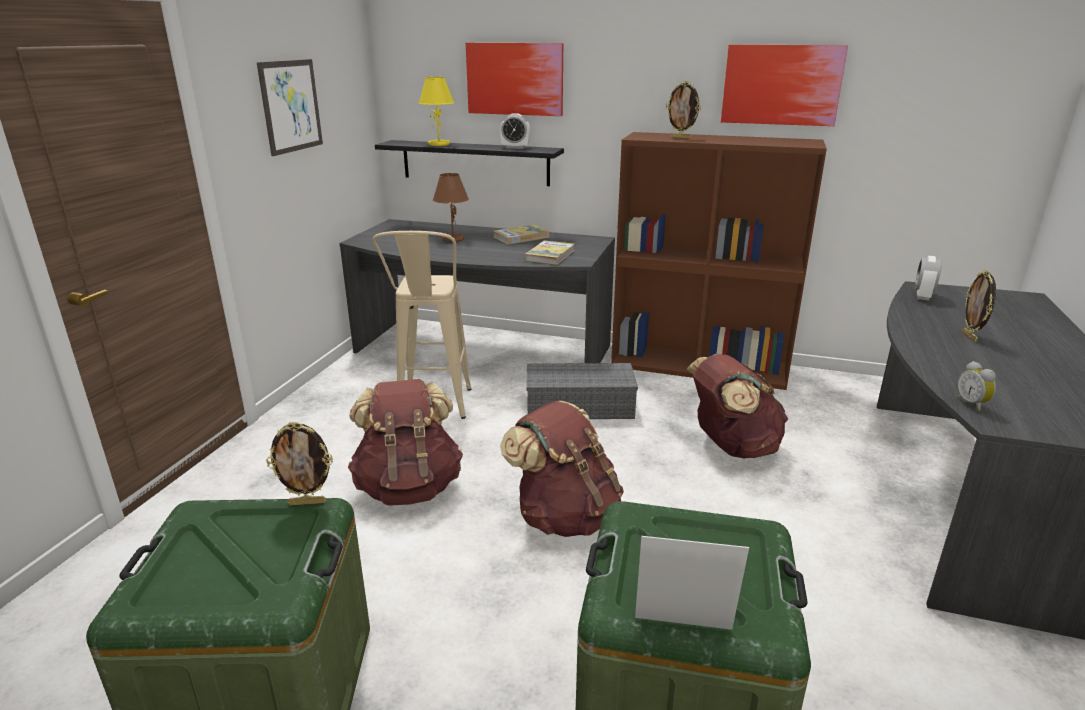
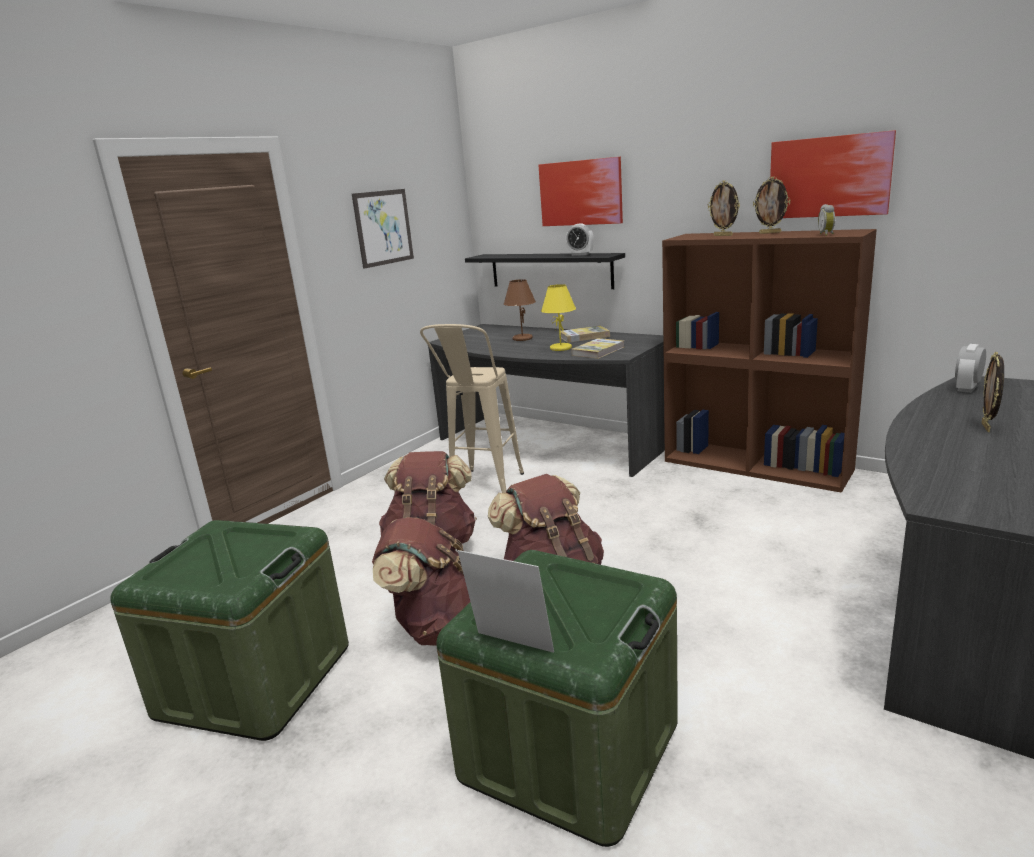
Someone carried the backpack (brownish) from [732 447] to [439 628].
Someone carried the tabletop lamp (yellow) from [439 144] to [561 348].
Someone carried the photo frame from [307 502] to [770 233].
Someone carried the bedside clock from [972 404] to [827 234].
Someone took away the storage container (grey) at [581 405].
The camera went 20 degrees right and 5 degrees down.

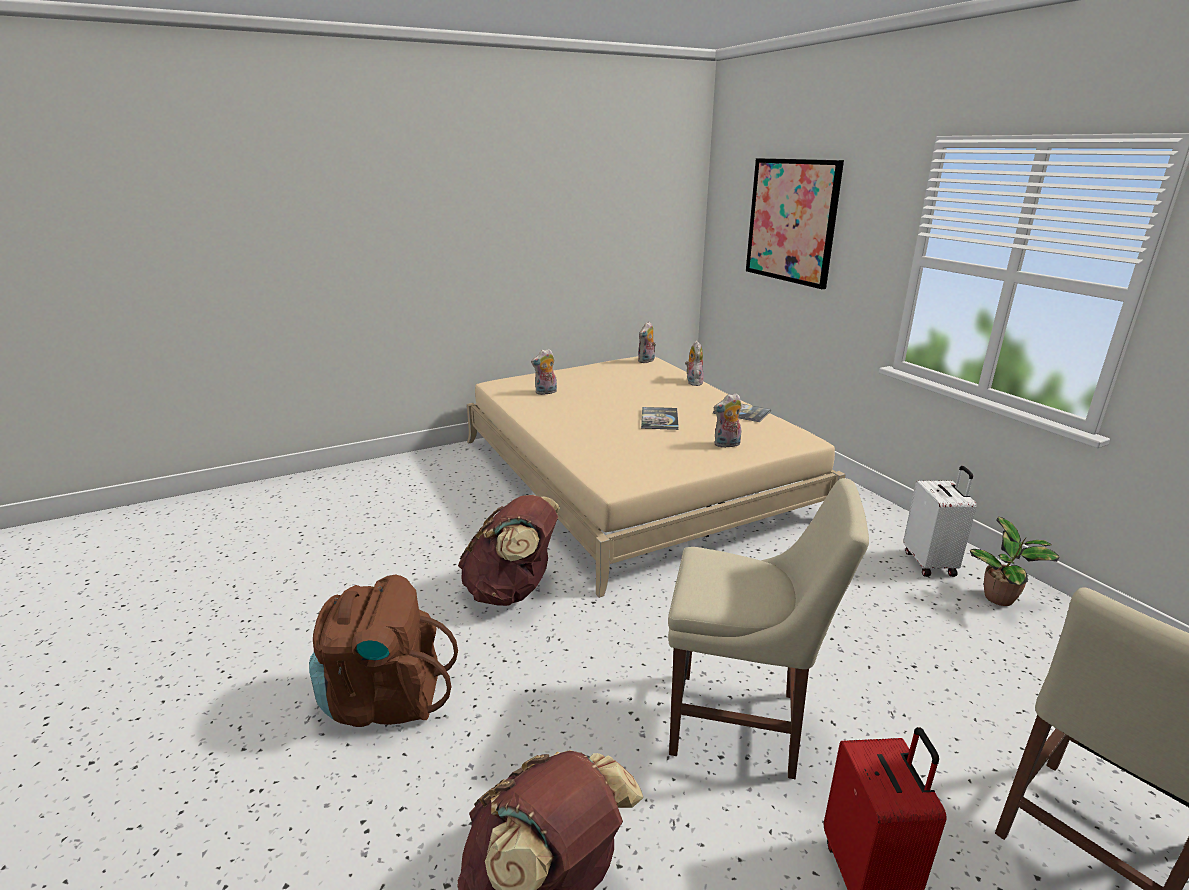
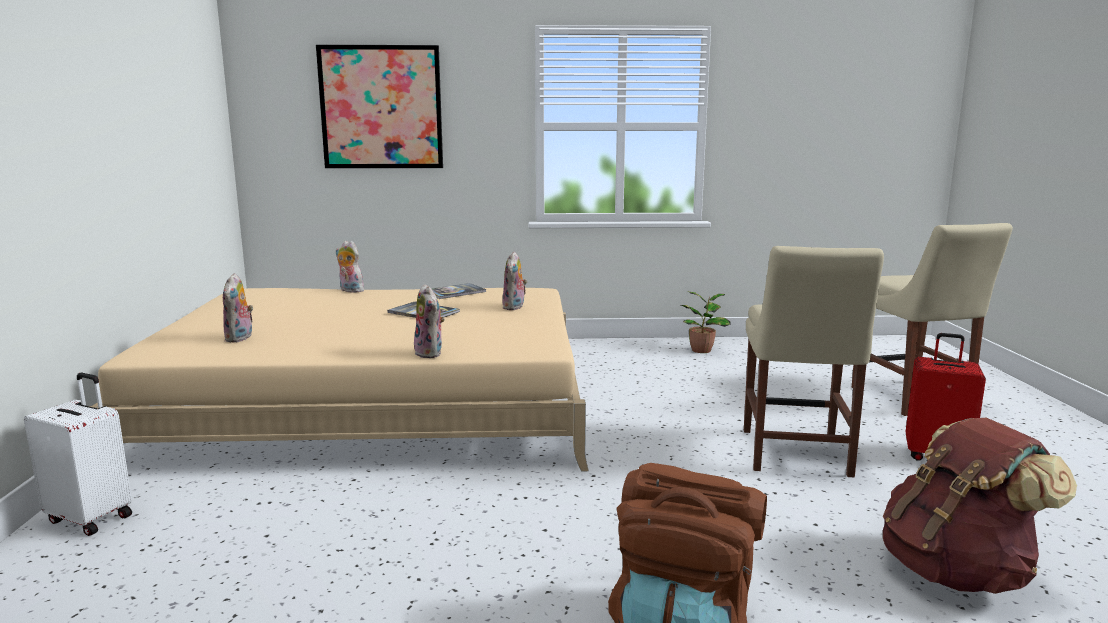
Someone carried the travel case (whitish) from [930 563] to [92 518].
Someone carried the cuddly toy from [646 361] to [431 353].
Someone rotated the plain chair (sand-coloured) at [742 724] by 150 degrees clockwise.
Someone took away the backpack (brownish) at [512 591].
The camera went 65 degrees left and 10 degrees down.

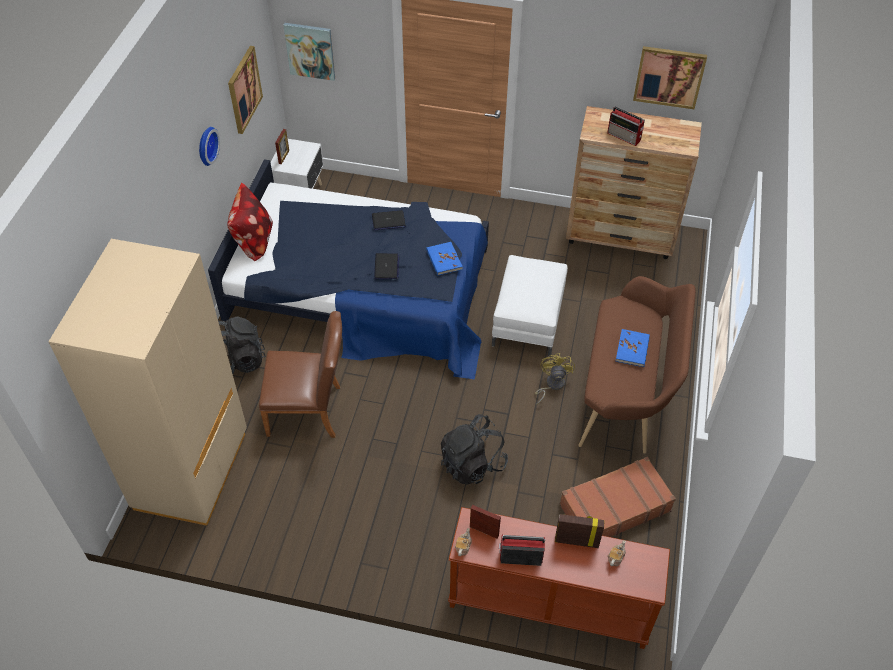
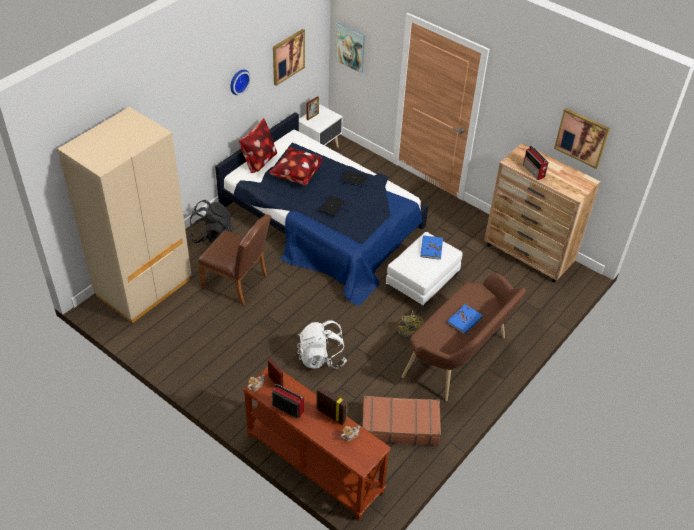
Someone put down the cushion at [296 175].
Someone repainted the backpack (black) at [472 464], which became the backpack (whitish) at [321 357].
Someone rotated the electric fan (yellow) at [552 385] by 135 degrees clockwise.
Someone carried the bound book (bluish) from [444 260] to [431 248].
The camera went 25 degrees right and 5 degrees down.

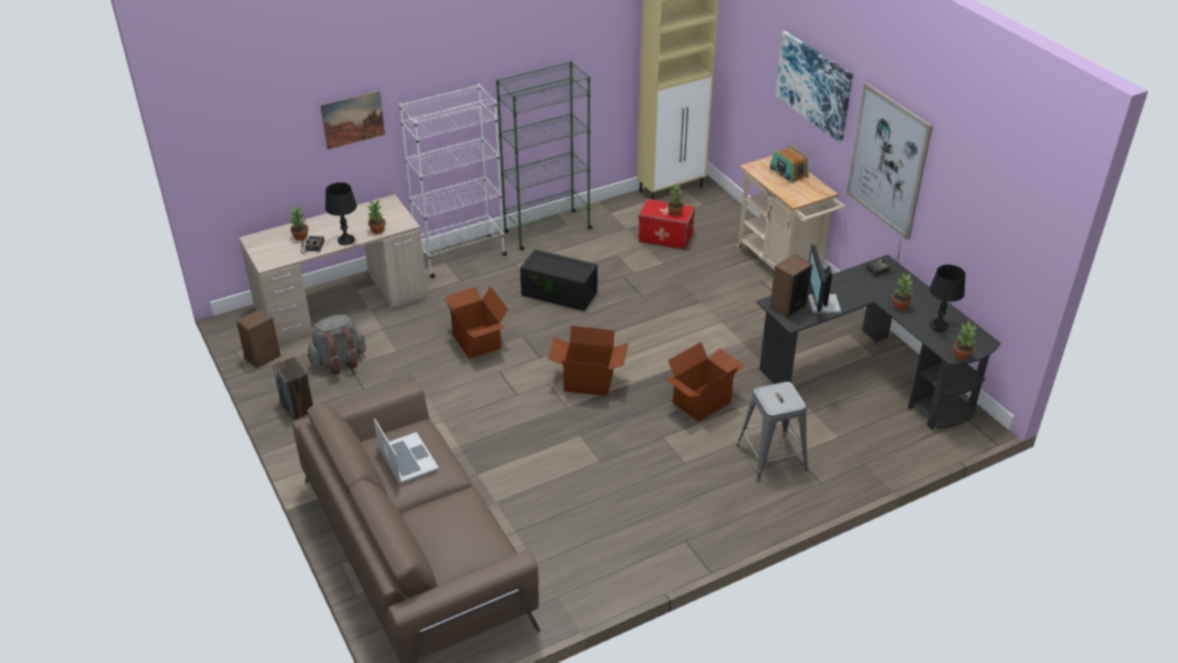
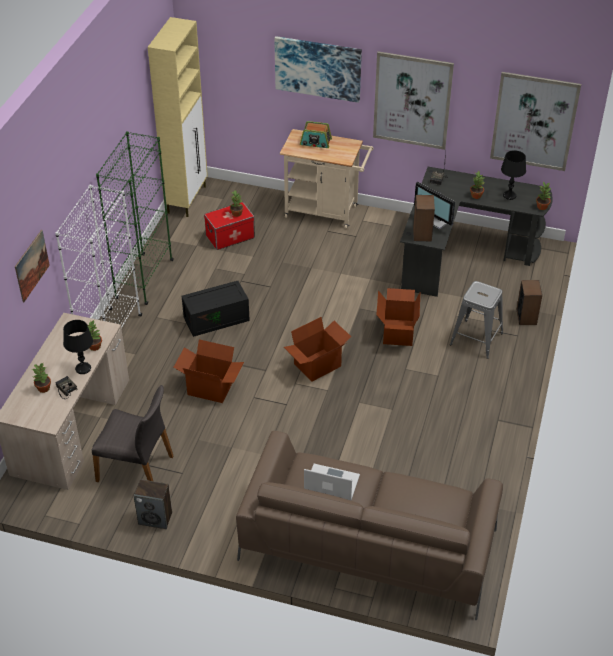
Someone swapped the backpack (grey) at [339 362] for the plain chair (grey) at [136 468].
Someone put up the wall picture at [534 121].
Someone carried the loudspeaker from [263 357] to [526 317].
The camera went 45 degrees left and 5 degrees up.

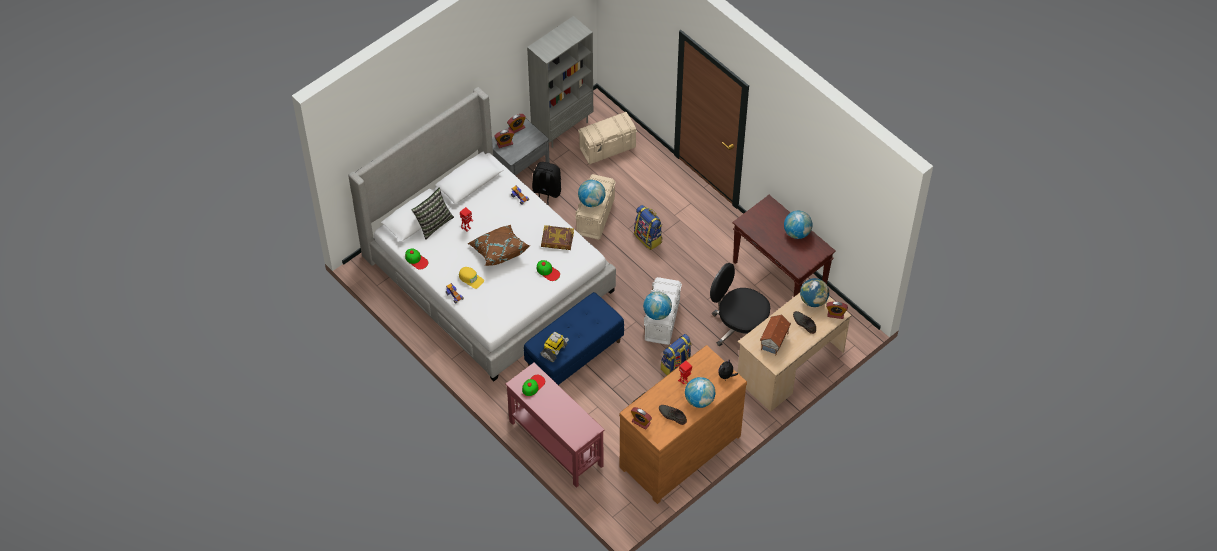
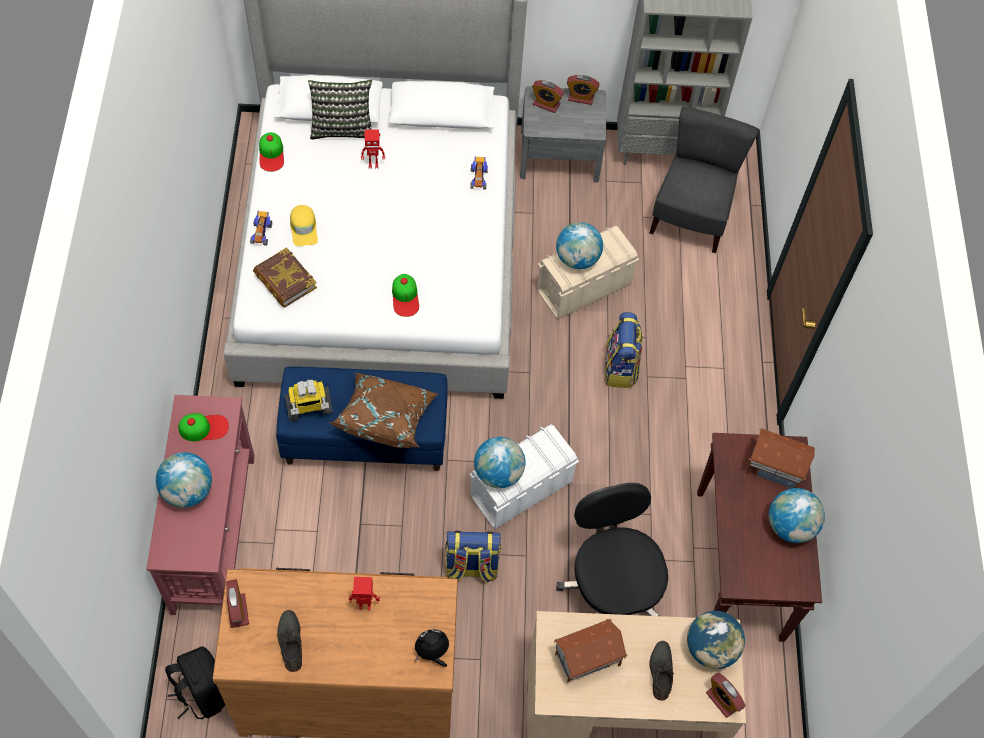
Someone carried the globe from [699 400] to [188 491].
Someone carried the backpack (black) from [546 192] to [202 692].
Someone carried the bound book from [557 240] to [285 281].
Someone carried the cushion (brownish) from [498 251] to [386 417].
Someone swapped the storage container (sand-coloured) at [608 148] for the plain chair (grey) at [691 217].
Someone put down the model house at [775 467].
The camera went 40 degrees right and 5 degrees up.

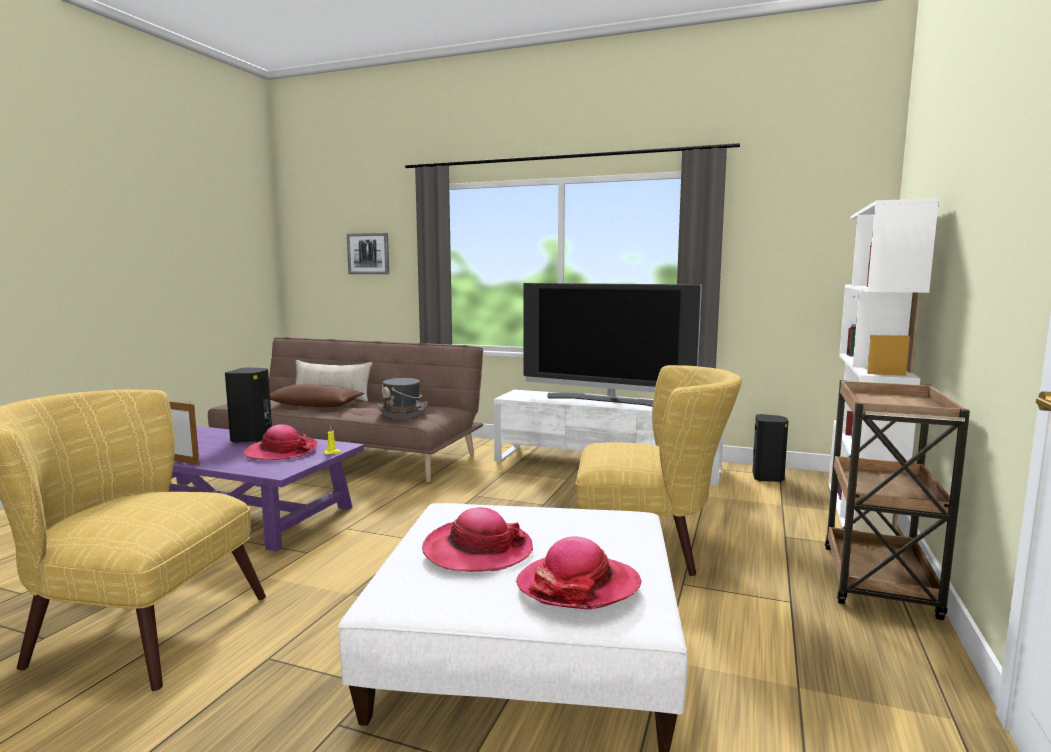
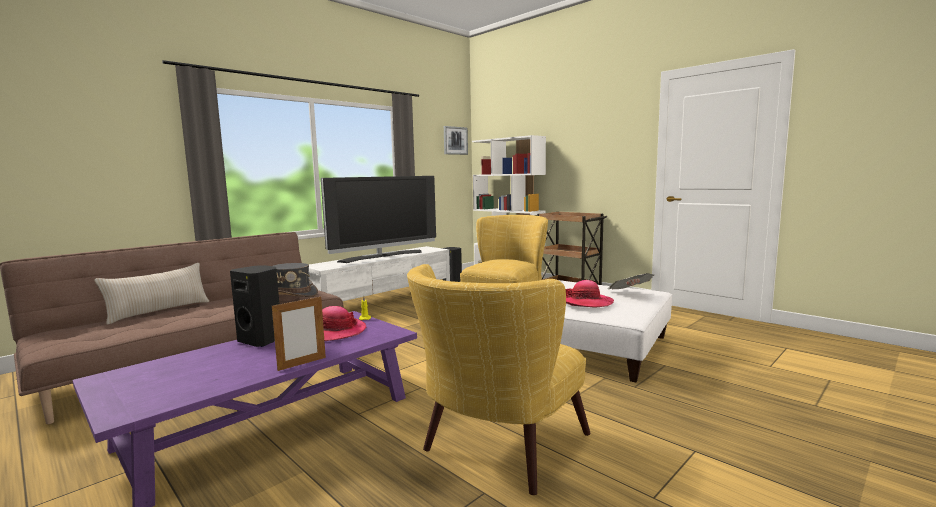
Someone carried the wall picture from [368 253] to [455 140].
Someone swapped the hat at [578 586] for the newspaper at [629 293].
Someone took away the cushion (brownish) at [314 405].
The camera went 65 degrees left and 0 degrees up.

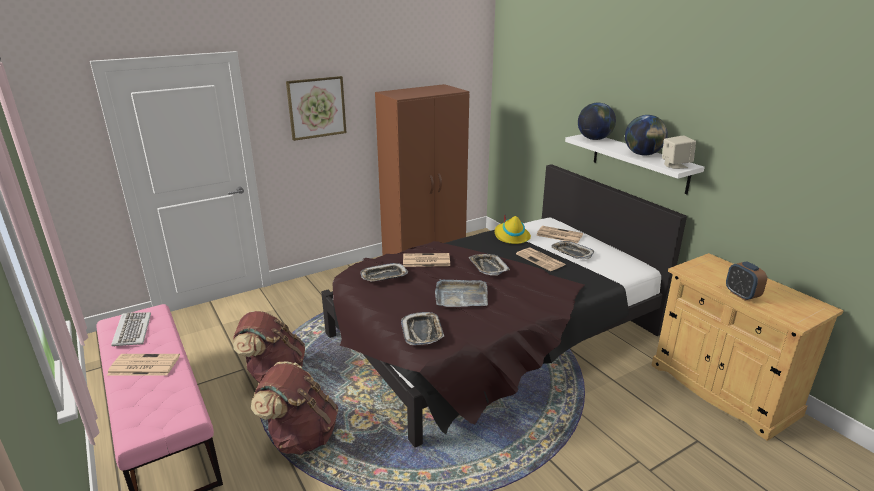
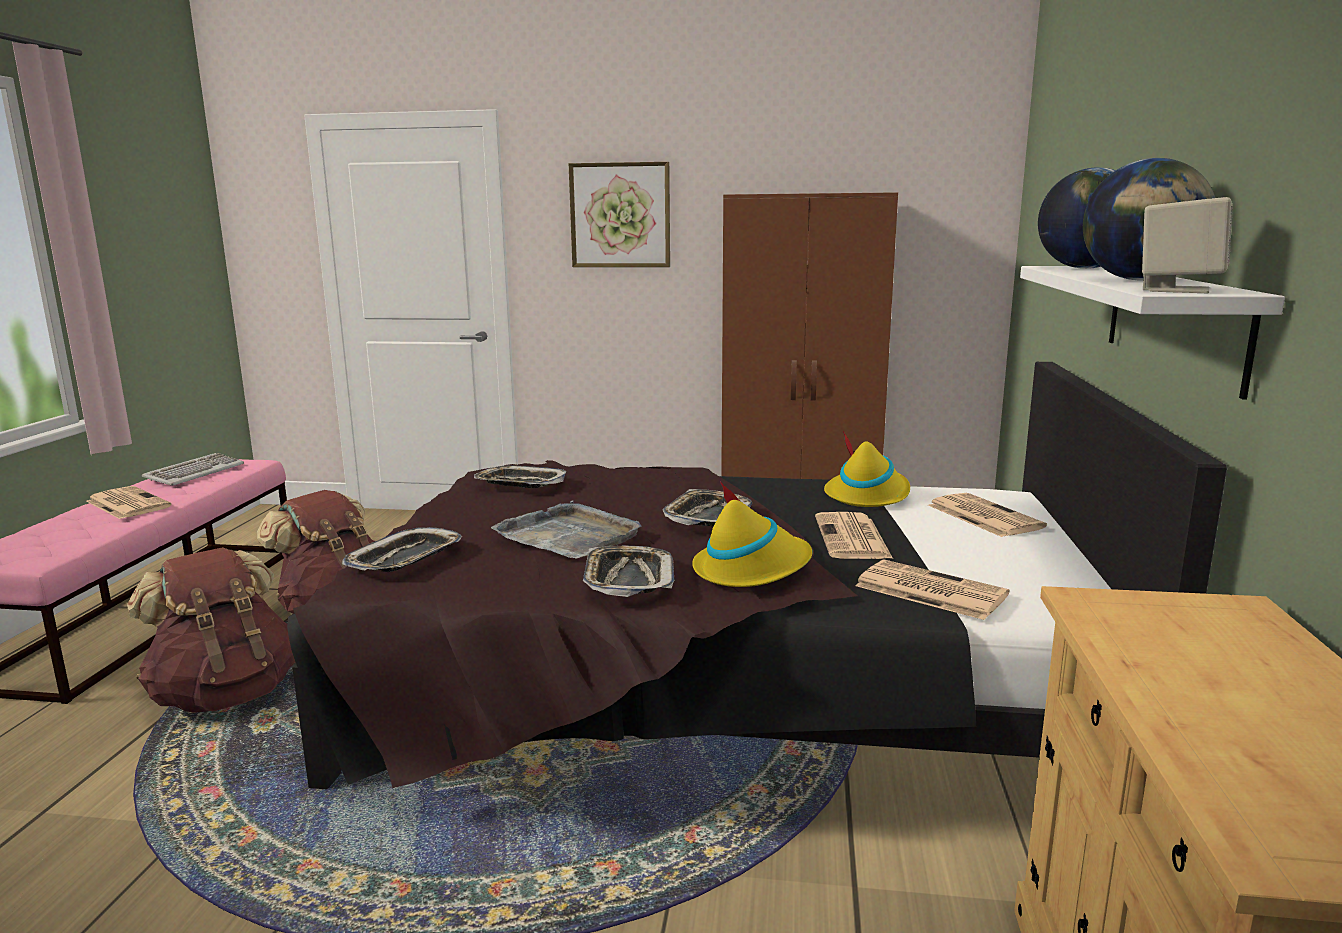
Someone carried the tray from [571 253] to [628 578].
Someone put down the hat (yellow) at [752 569].
Someone carried the newspaper from [425 260] to [928 590].
Someone took away the bedside clock at [741 295].
The camera went 40 degrees right and 10 degrees down.

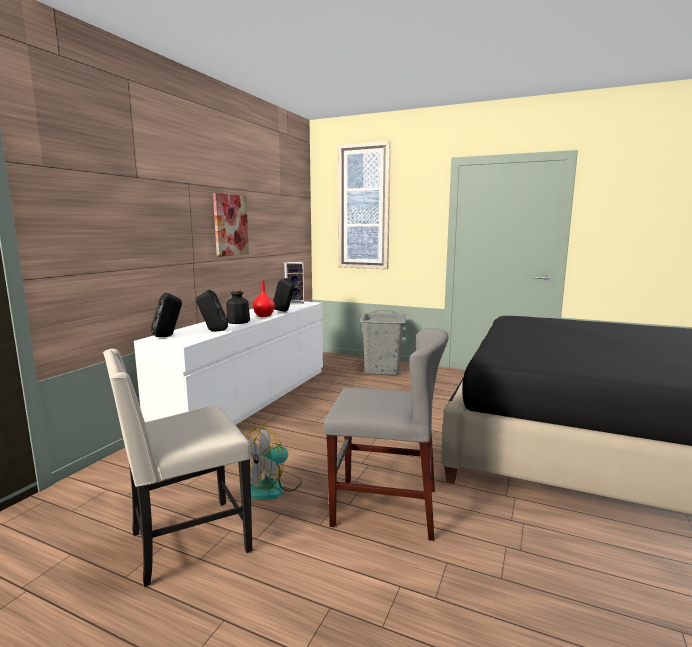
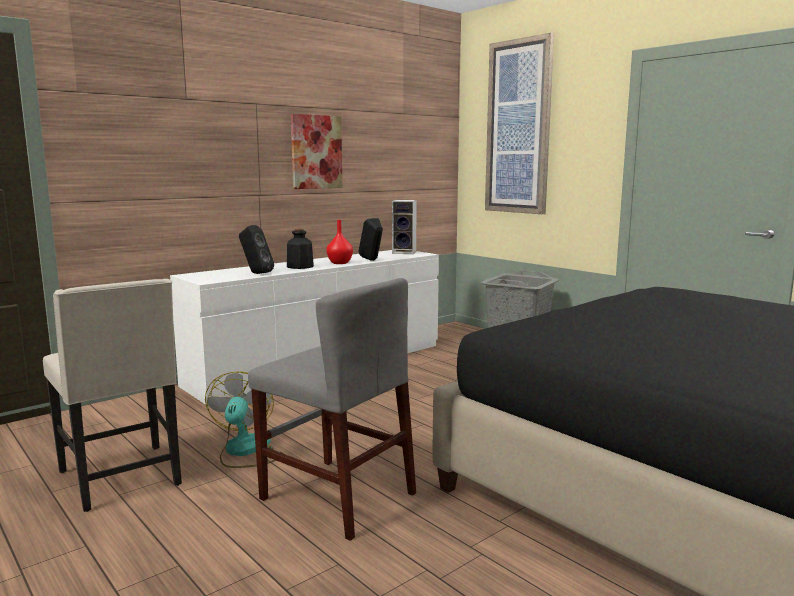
Someone rotated the plain chair (sand-coloured) at [187 542] by 120 degrees counterclockwise.
Someone rotated the electric fan at [272 487] by 105 degrees clockwise.
Someone took away the loudspeaker (black) at [168 336].
The camera went 25 degrees right and 0 degrees up.

